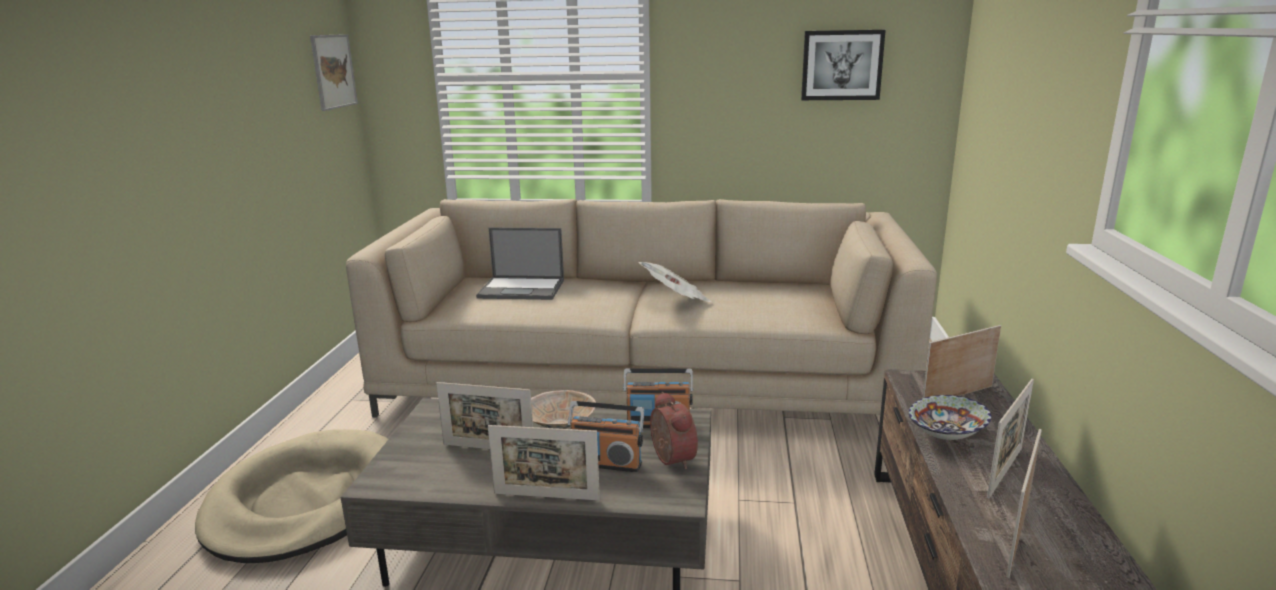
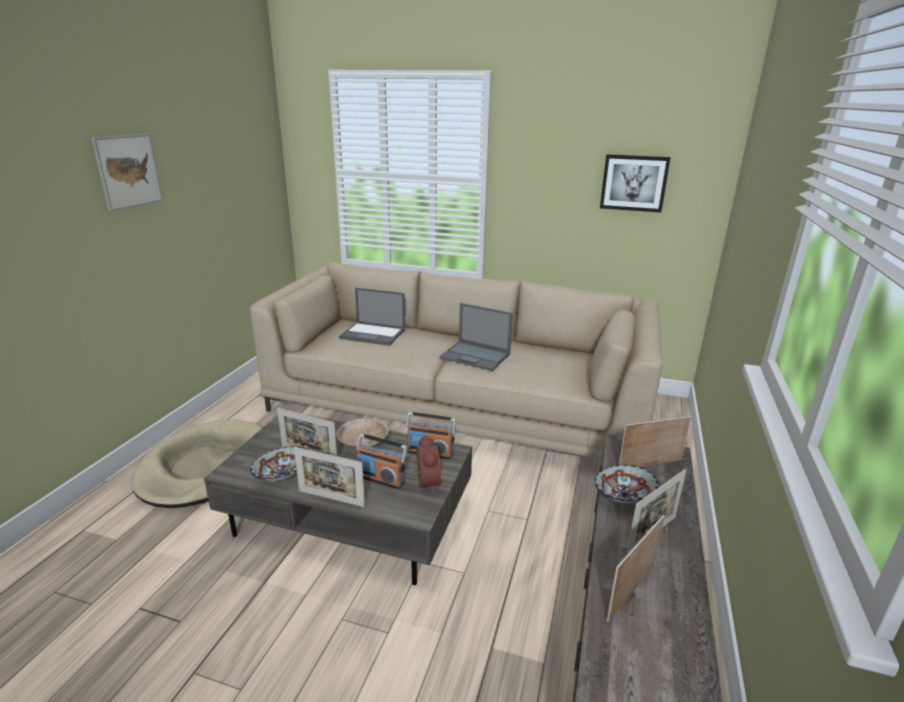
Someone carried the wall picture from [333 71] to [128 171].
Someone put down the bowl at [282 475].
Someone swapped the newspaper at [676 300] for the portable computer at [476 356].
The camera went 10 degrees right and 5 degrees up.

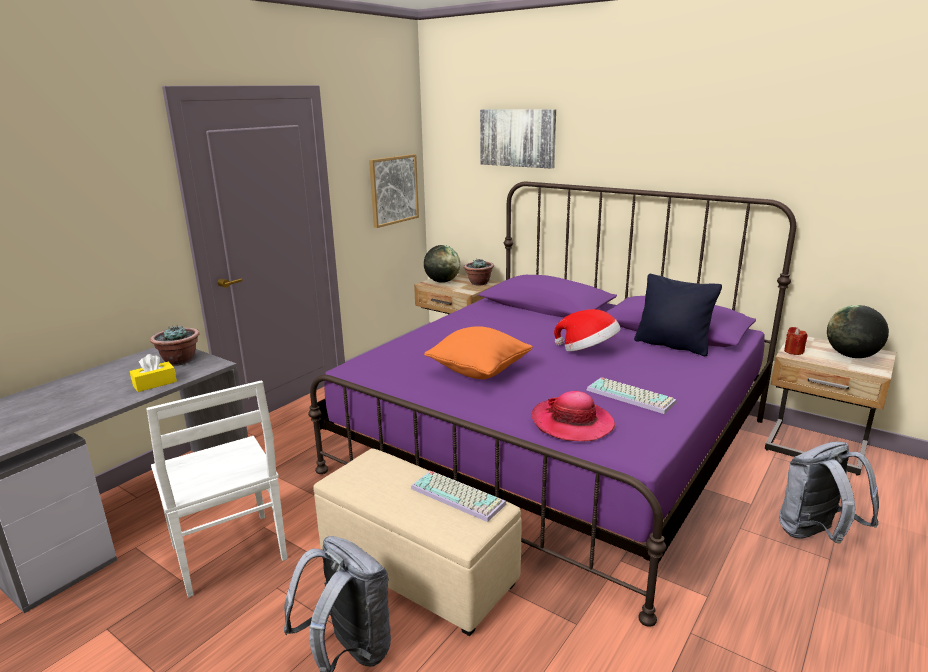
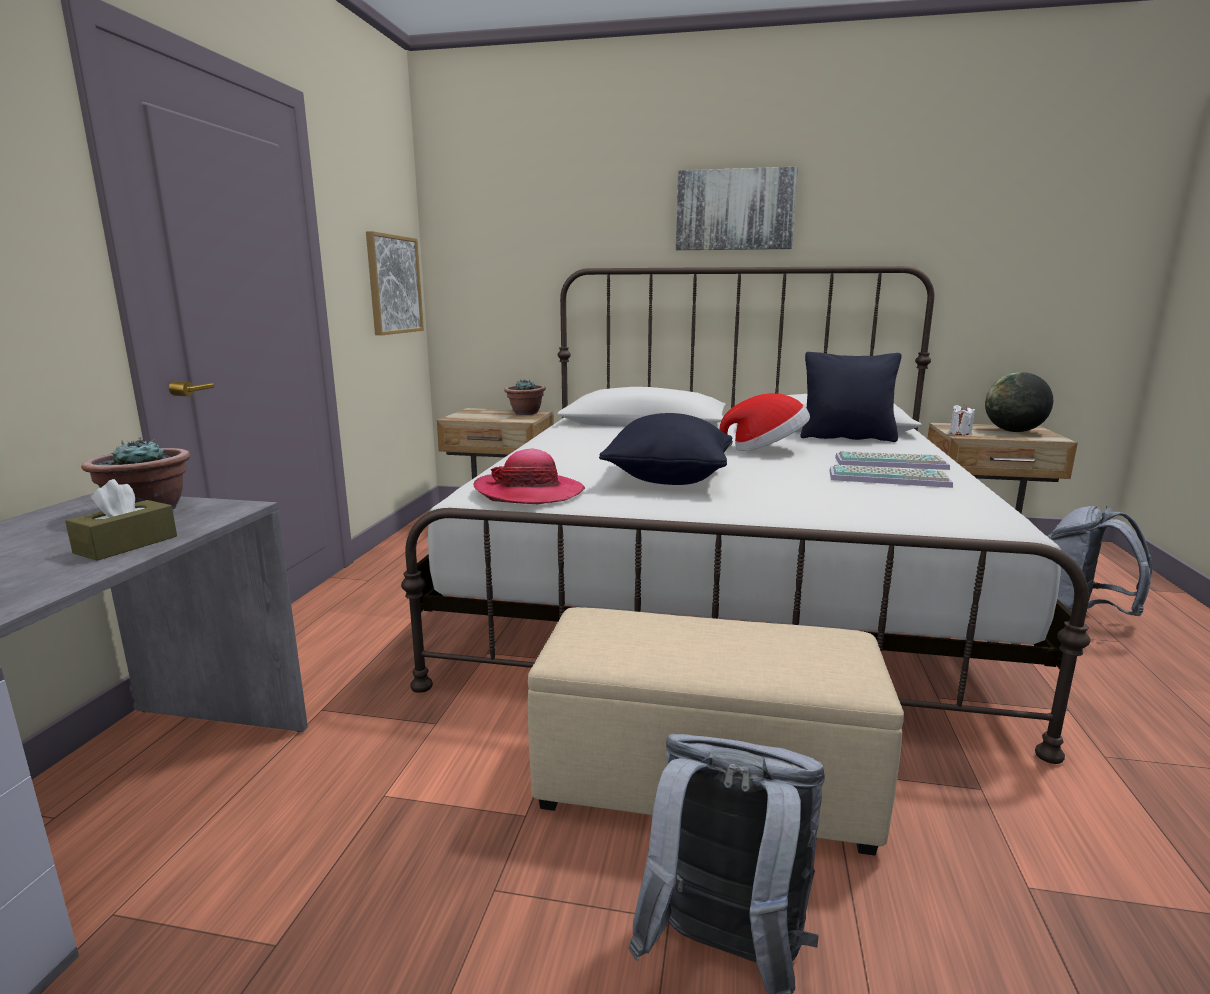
Someone repainted the tissue holder (yellow) at [155 383], which became the tissue holder (brownish) at [126 545].
Someone repainted the sleeping bed (purple) at [553 444], which became the sleeping bed (whitish) at [720 591].
Someone carried the hat from [572 423] to [529 492].
Someone repainted the cushion (orangey) at [479 371], which became the cushion (black) at [668 479].
Someone carried the wall picture from [517 138] to [735 210].
Someone carried the computer keyboard from [459 496] to [891 462].
Someone repainted the candle (reddish) at [793 351], which became the candle (whitish) at [960 433].
Someone took away the plain chair (whitish) at [229 555].
Someone took away the globe at [442 281].
The camera went 25 degrees left and 5 degrees down.

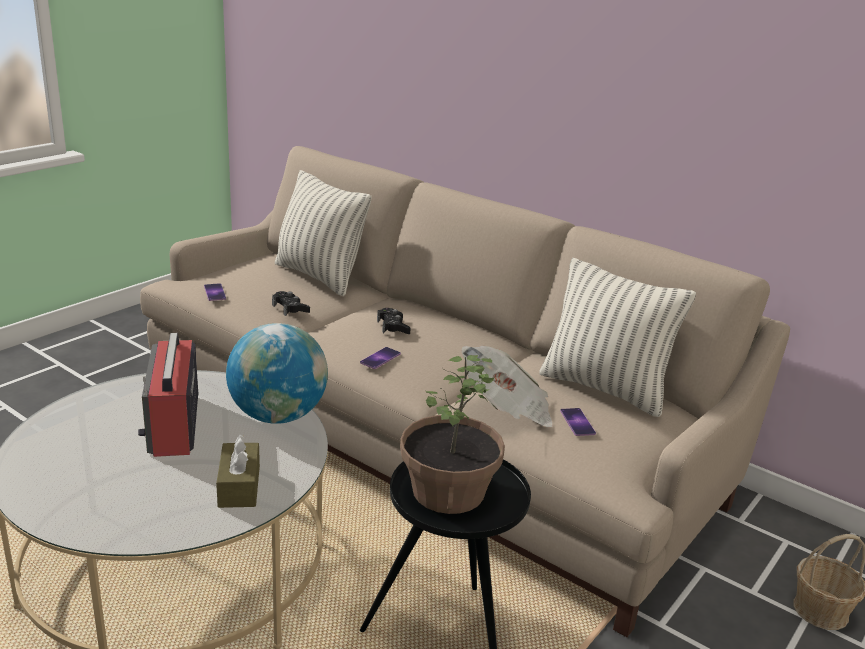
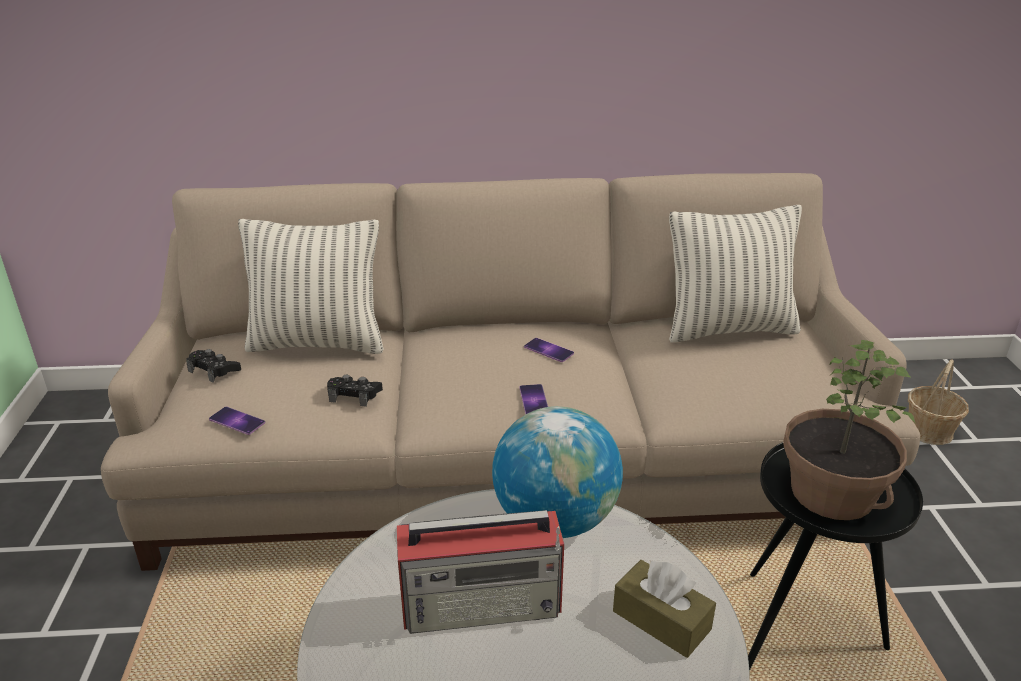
Someone carried the game controller (black) from [393 327] to [214 370].
Someone rotated the radio set at [174 425] by 45 degrees counterclockwise.
Someone carried the telephone from [577 422] to [548 350].
Someone took away the newspaper at [506 409].
The camera went 40 degrees left and 5 degrees up.

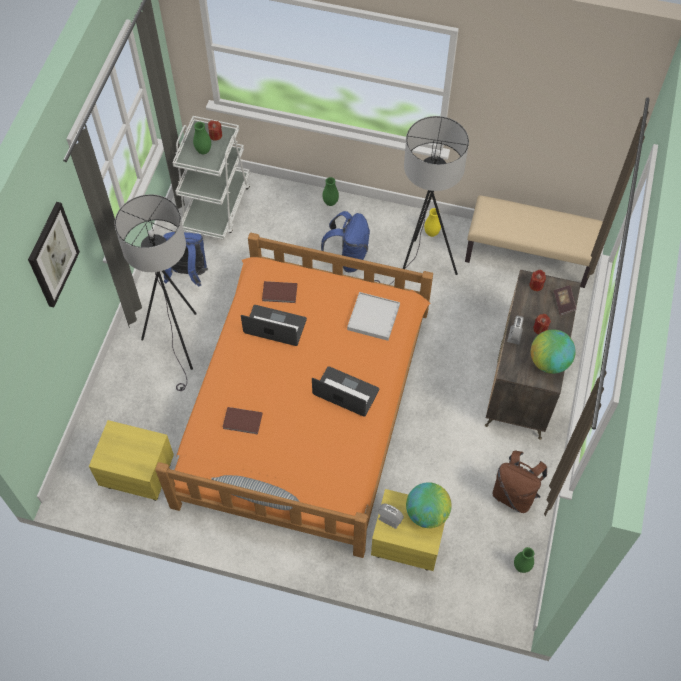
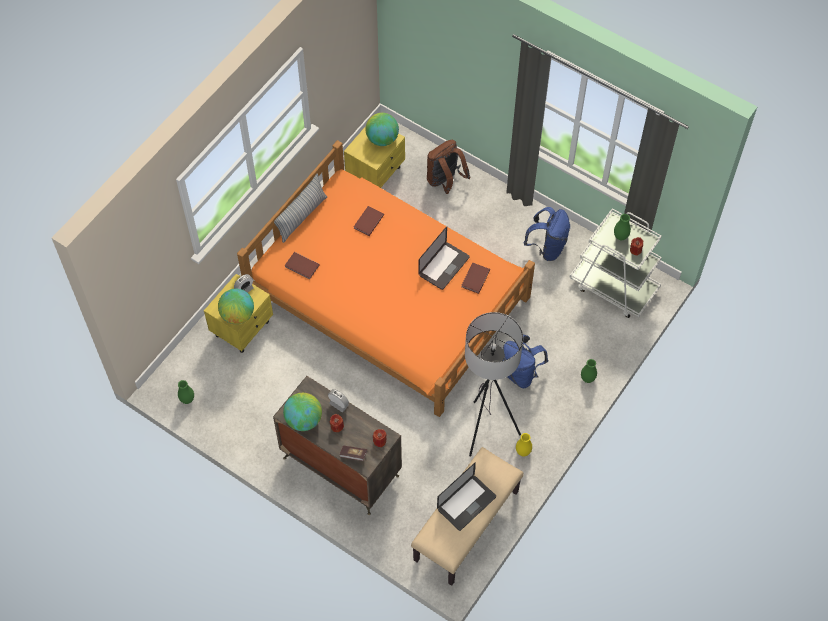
Someone put down the bound book (brownish) at [302 267].
Someone put down the globe at [382 139].
Someone carried the backpack (brownish) from [514 493] to [445 181].
Someone carried the portable computer from [346 392] to [466 503].
Someone took away the wall picture at [52 255].
Someone took away the standard lamp (grey) at [179 344].
Someone took away the tray (whitish) at [373 317].
The camera went 110 degrees right and 0 degrees up.

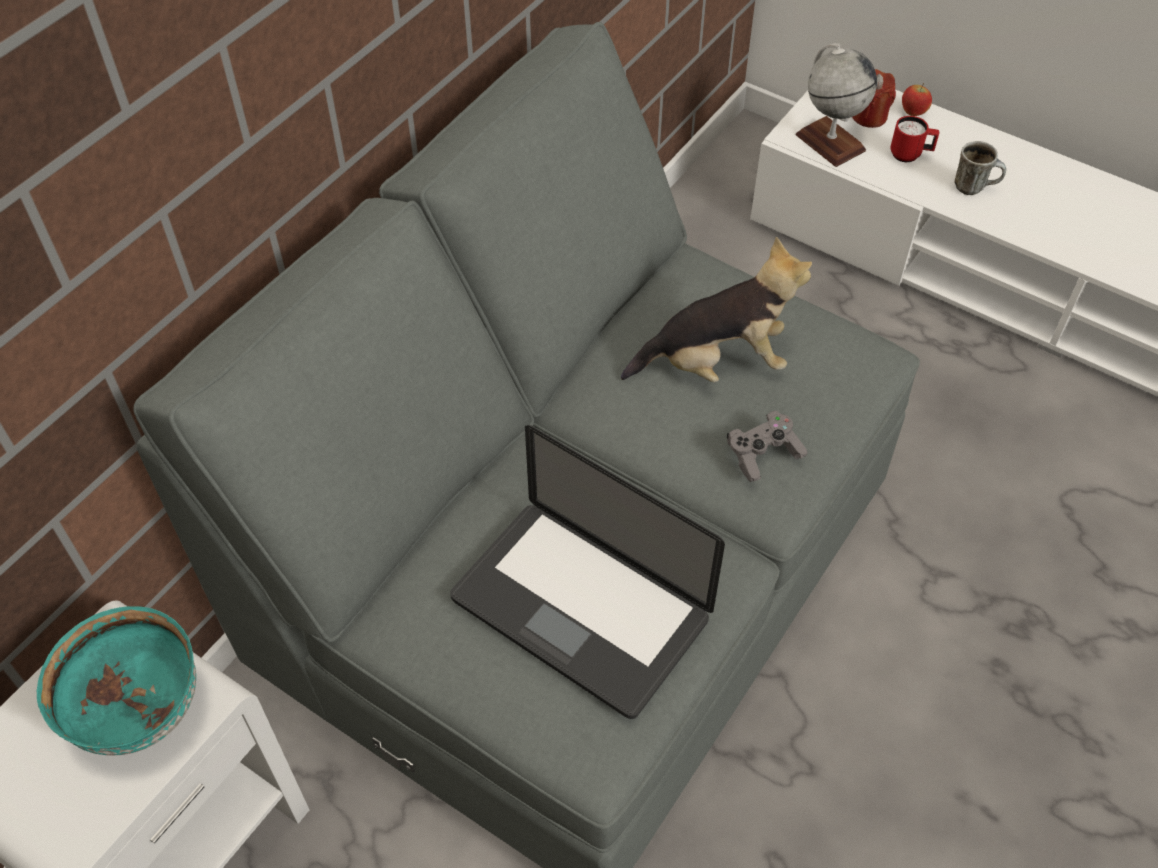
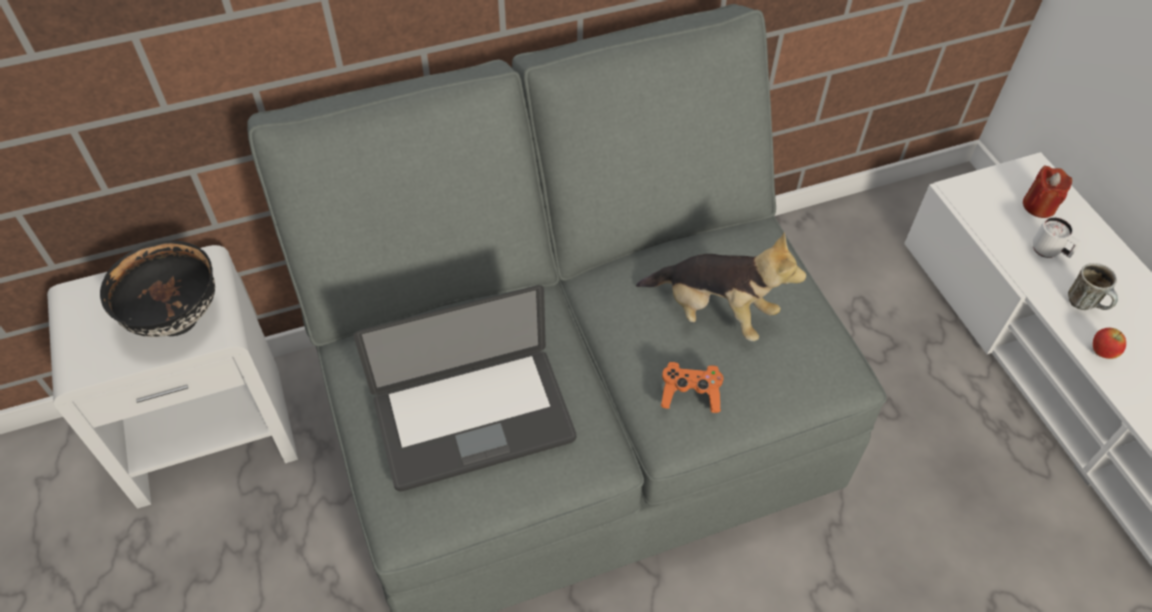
Someone repainted the bowl (blue-green) at [139 713], which became the bowl (black) at [175 318].
Someone rotated the portable computer at [580 609] by 90 degrees counterclockwise.
Someone repainted the game controller (grey) at [763 454], which became the game controller (orangey) at [690 394].
Someone repainted the coffee mug (reddish) at [910 155], which became the coffee mug (whitish) at [1049 252].
Someone carried the apple from [913 113] to [1101 352].
Someone took away the globe at [830 142].
The camera went 35 degrees right and 0 degrees up.

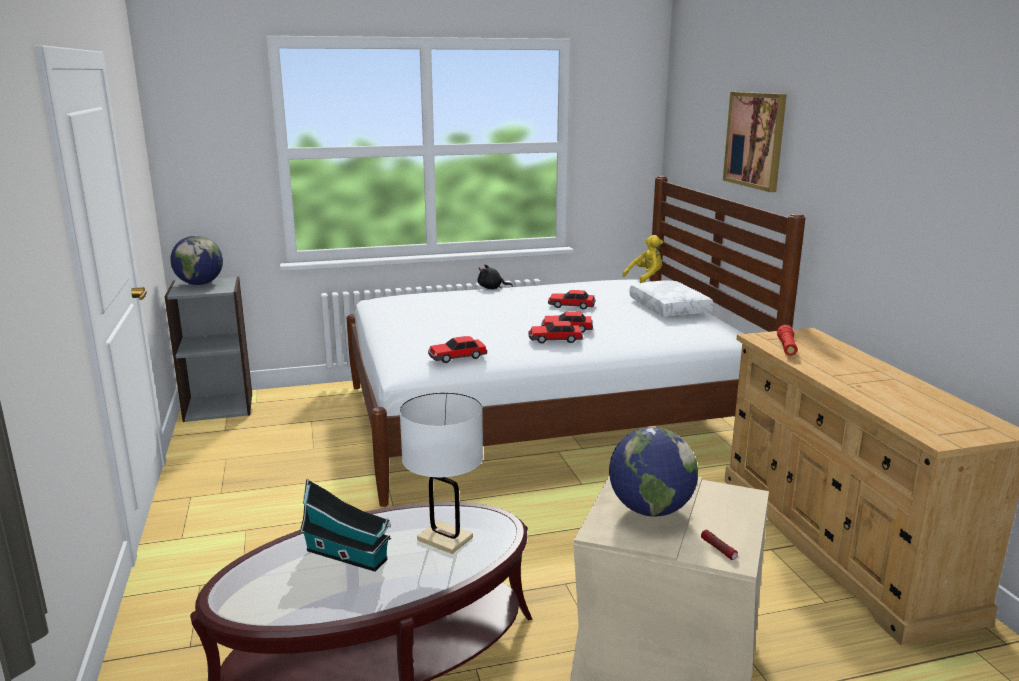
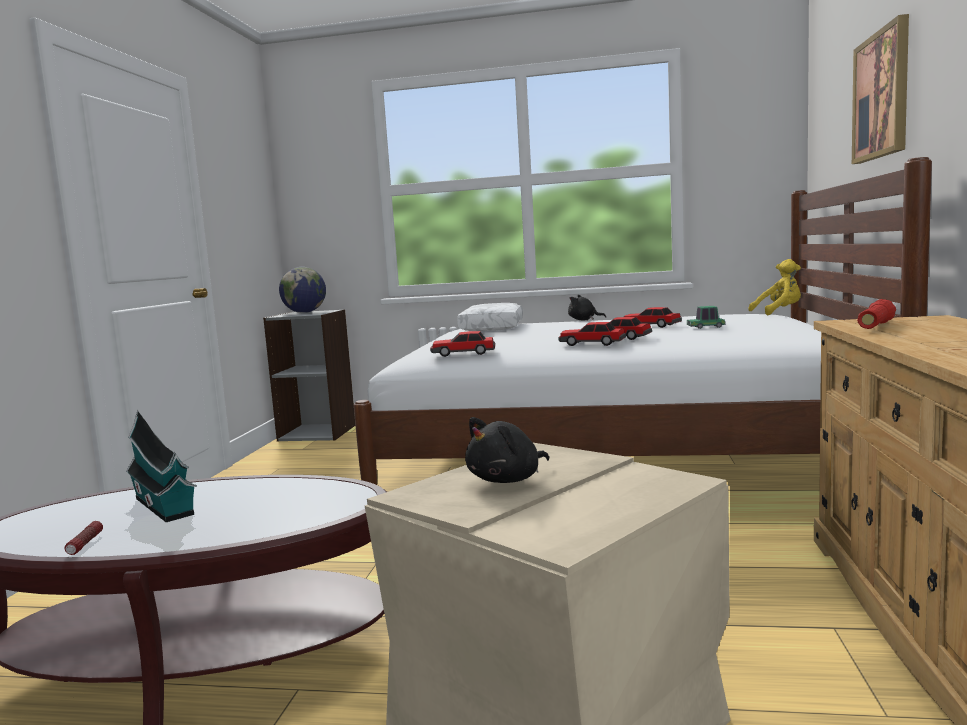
Someone carried the hand torch from [718 549] to [85 544].
Someone carried the cushion (whitish) from [670 308] to [493 328].
Someone swapped the globe at [650 510] for the cuddly toy (black) at [507 480].
Someone put down the toy car at [705 327].
Someone took away the tabletop lamp (whitish) at [445 539].
The camera went 25 degrees right and 10 degrees down.

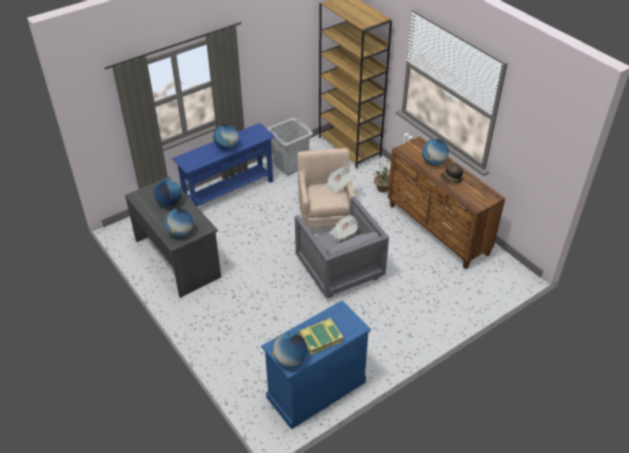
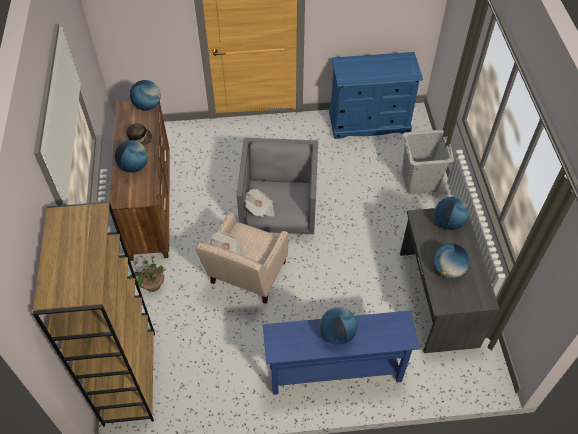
Someone carried the globe from [290 359] to [147 106].
Someone carried the washing basket (grey) from [290 165] to [420 181].
Someone took away the bound book at [320 338].
The camera went 150 degrees left and 10 degrees up.

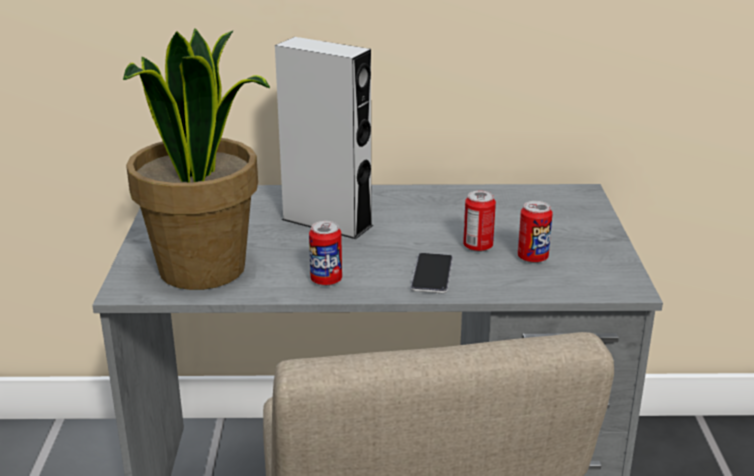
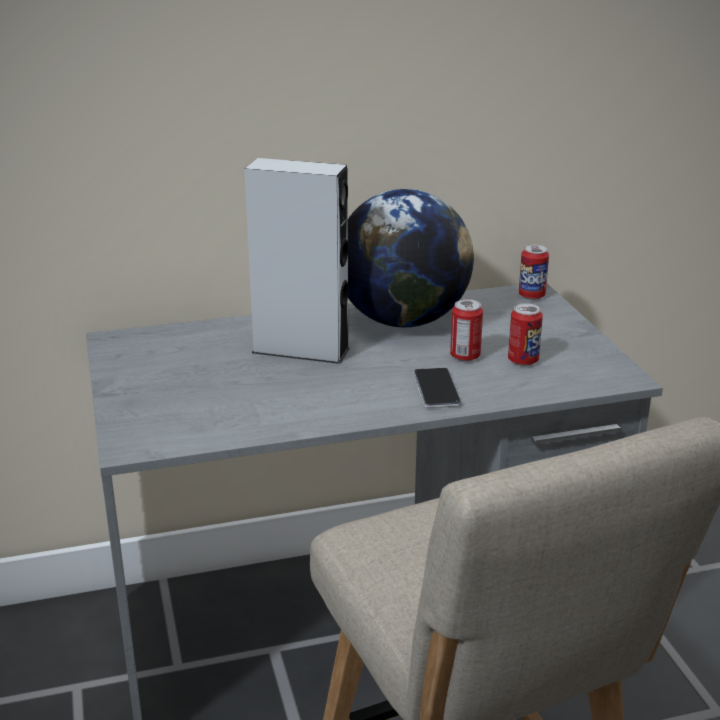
Someone put down the globe at [402 320].
Someone carried the metal can from [326 280] to [531 296].
Someone took away the houseplant at [204 269].
The camera went 15 degrees left and 0 degrees up.

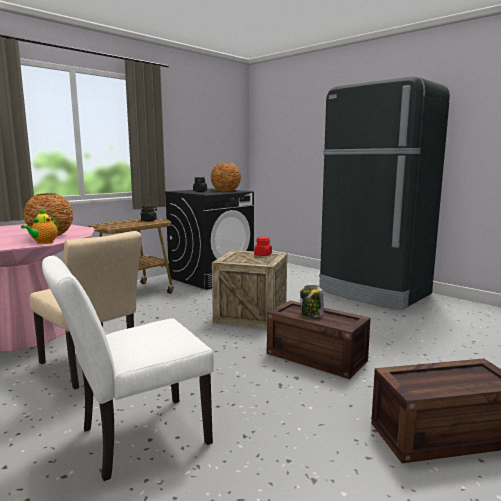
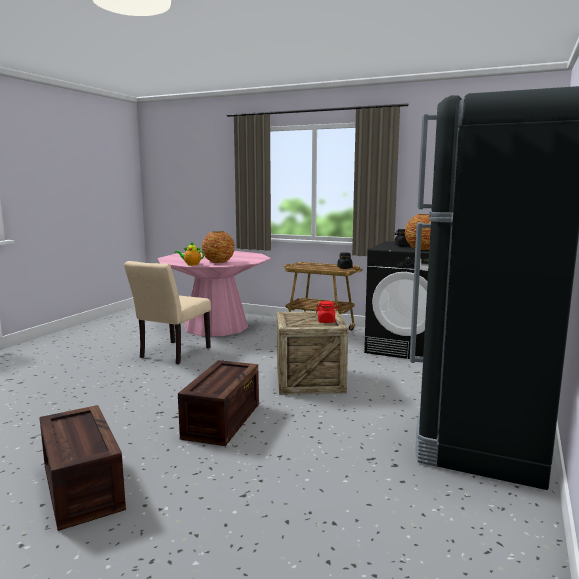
Someone took away the plain chair (whitish) at [134 439].
Someone took away the preserve jar at [311 315].
The camera went 70 degrees right and 0 degrees up.

